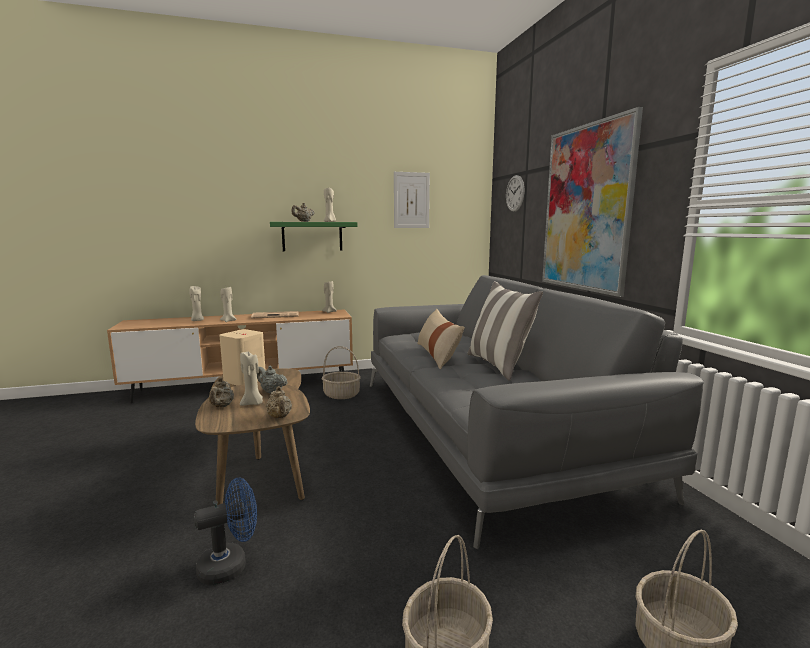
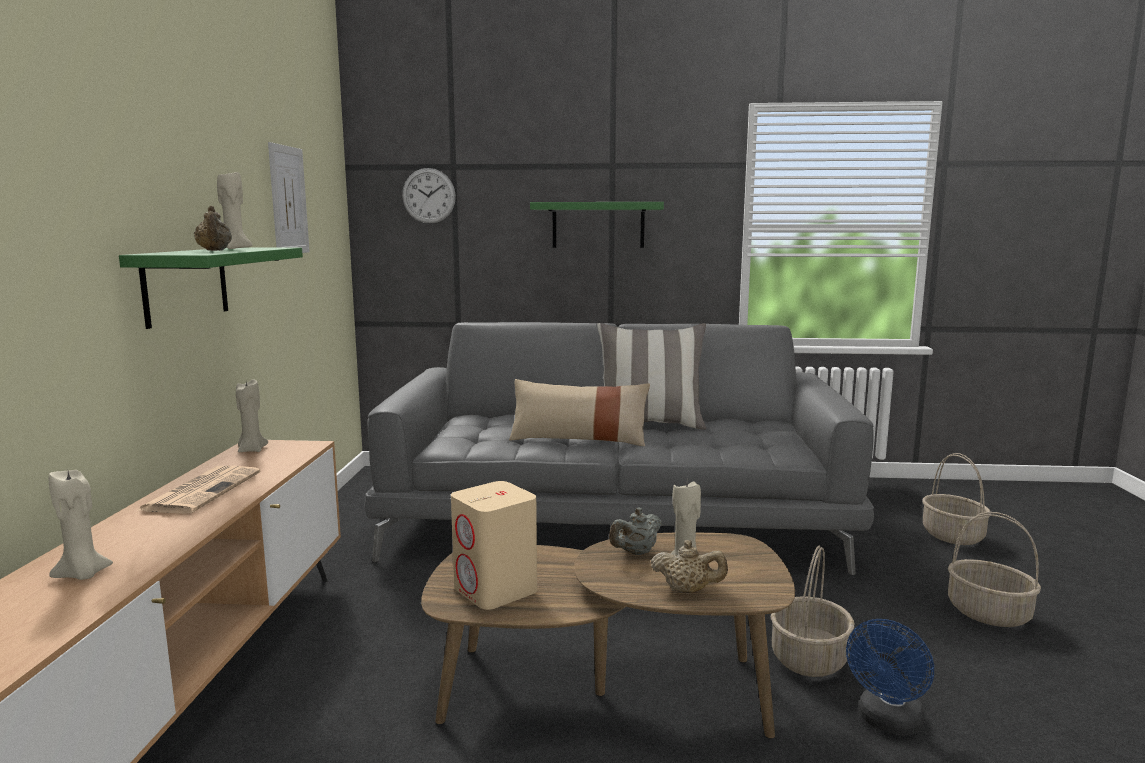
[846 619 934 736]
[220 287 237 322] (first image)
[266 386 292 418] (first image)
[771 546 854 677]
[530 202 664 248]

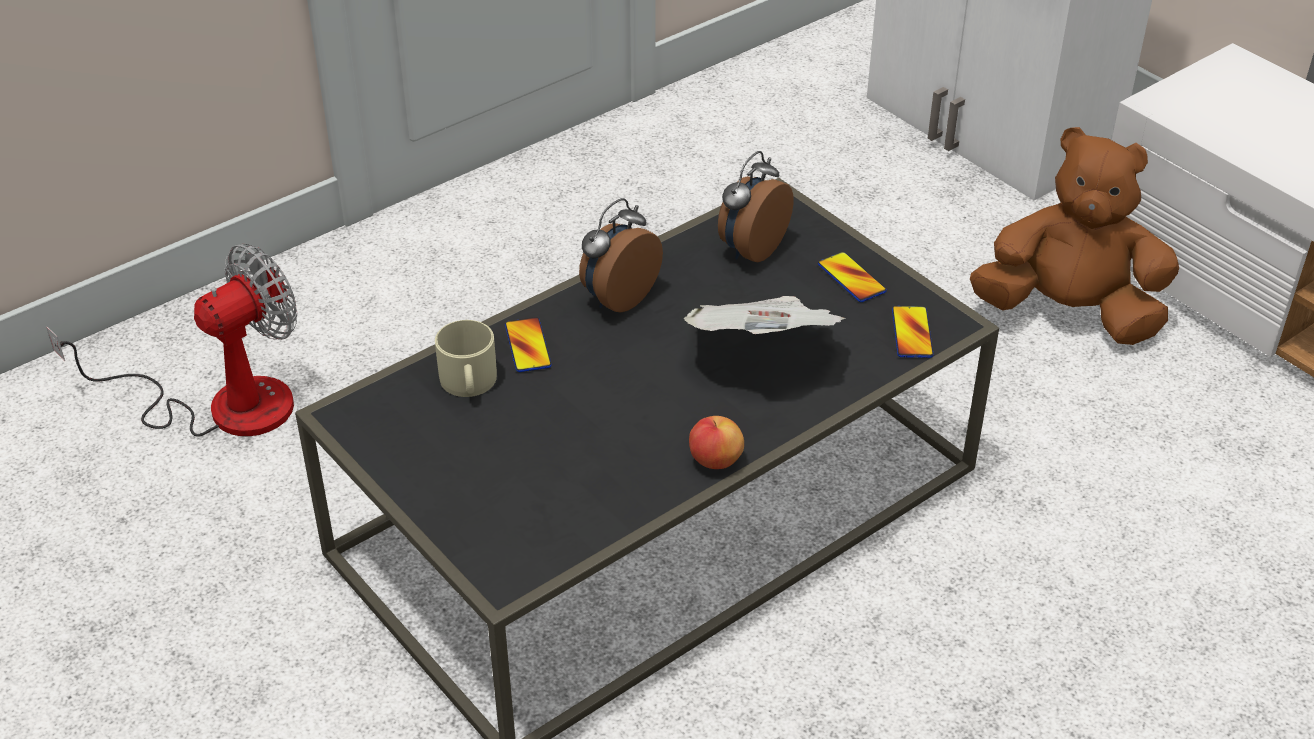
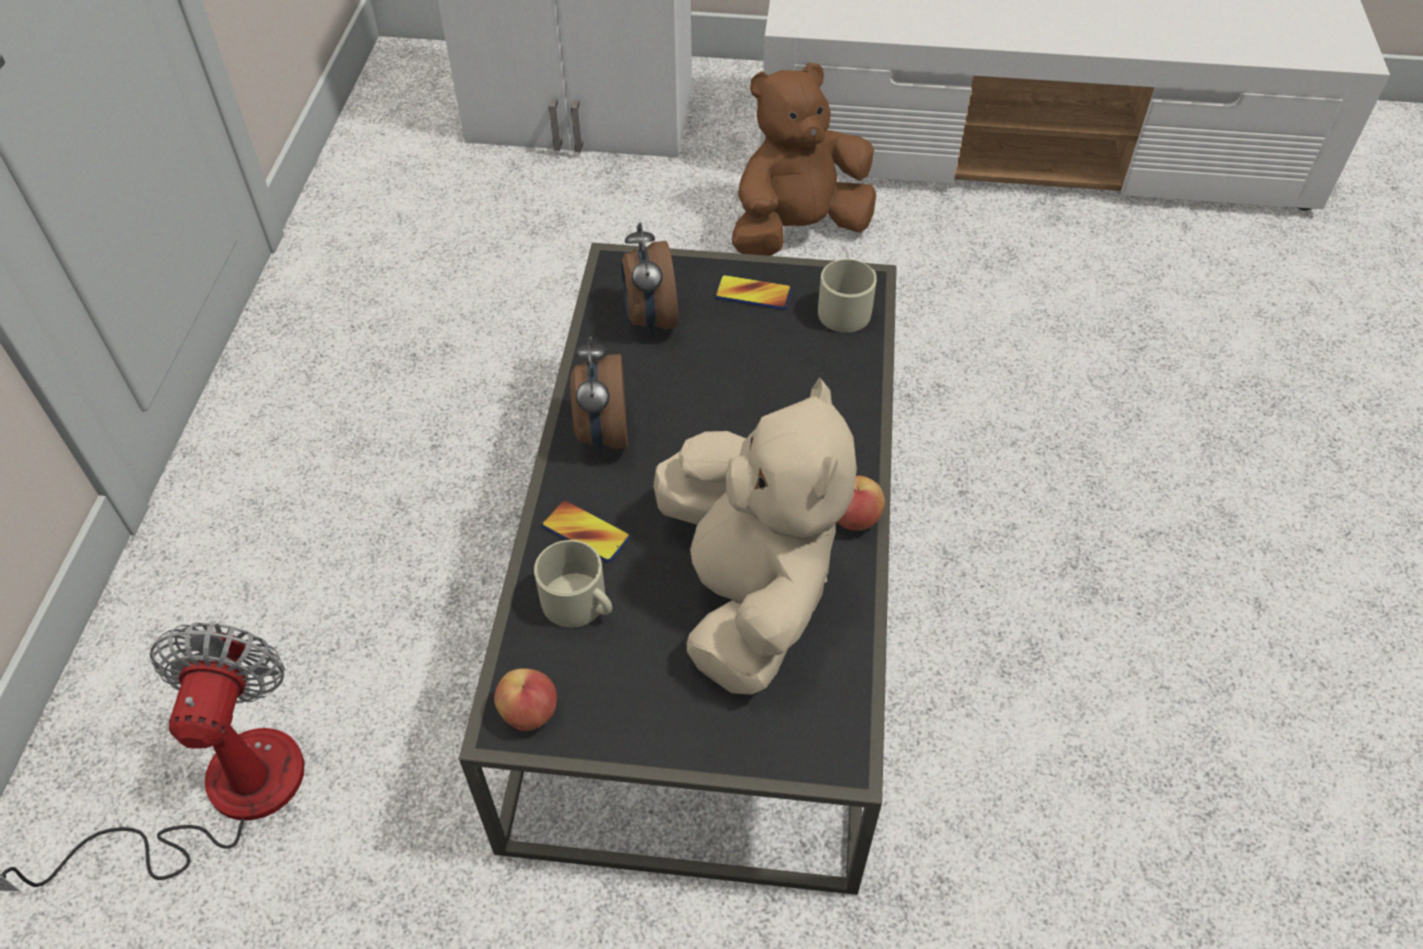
[684 296 846 334] (first image)
[818 259 877 333]
[494 668 557 731]
[654 377 857 695]

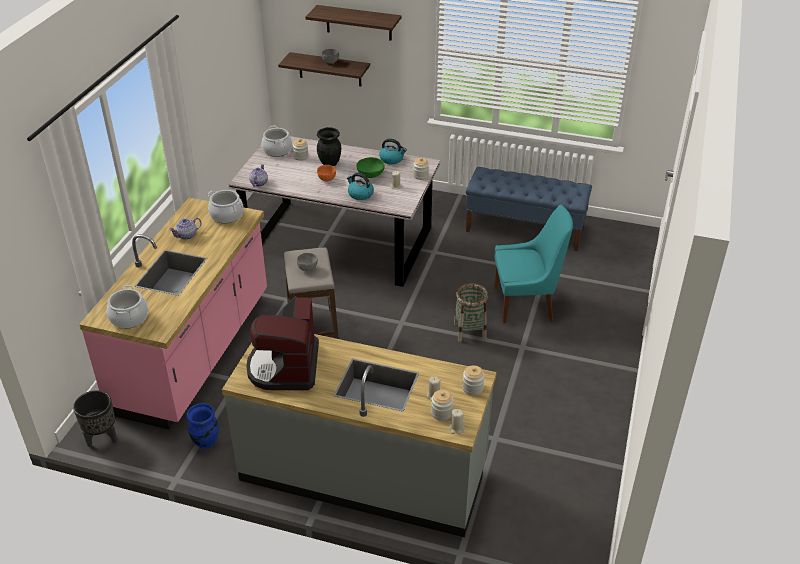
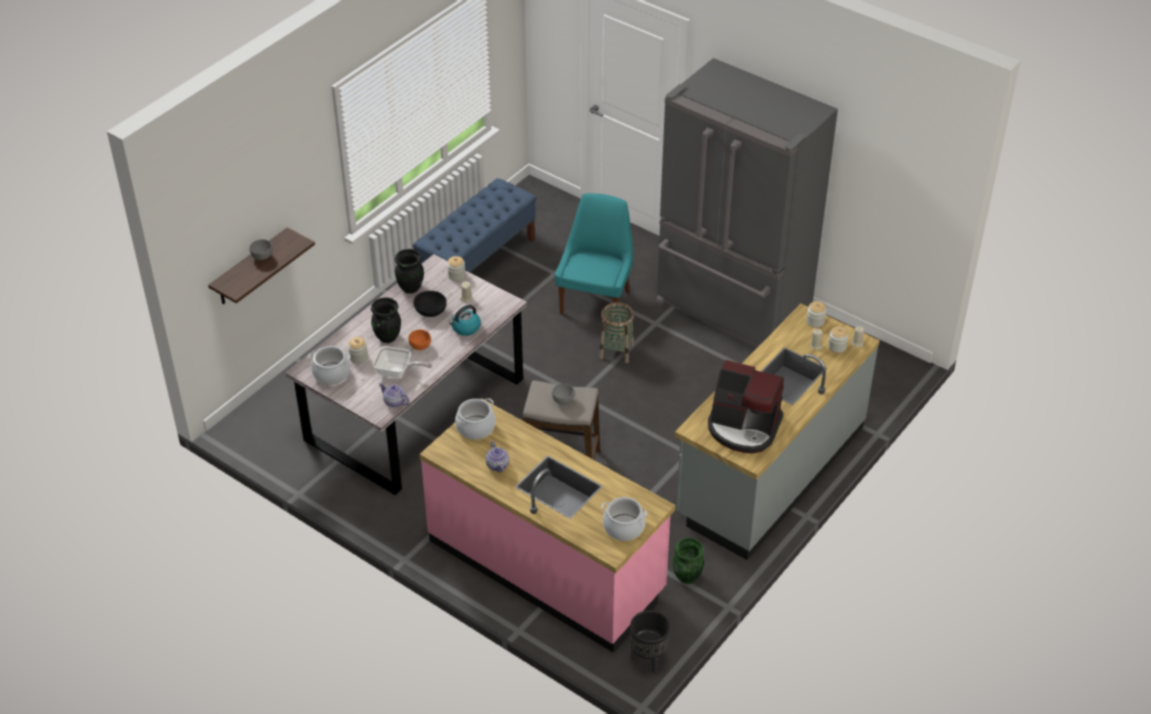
[673 538 704 584]
[305 5 402 41] (first image)
[413 291 447 317]
[395 249 424 294]
[373 346 432 378]
[656 58 838 348]

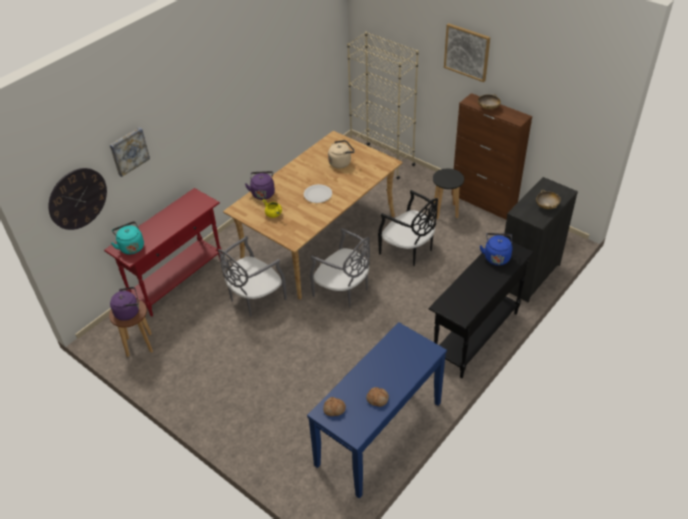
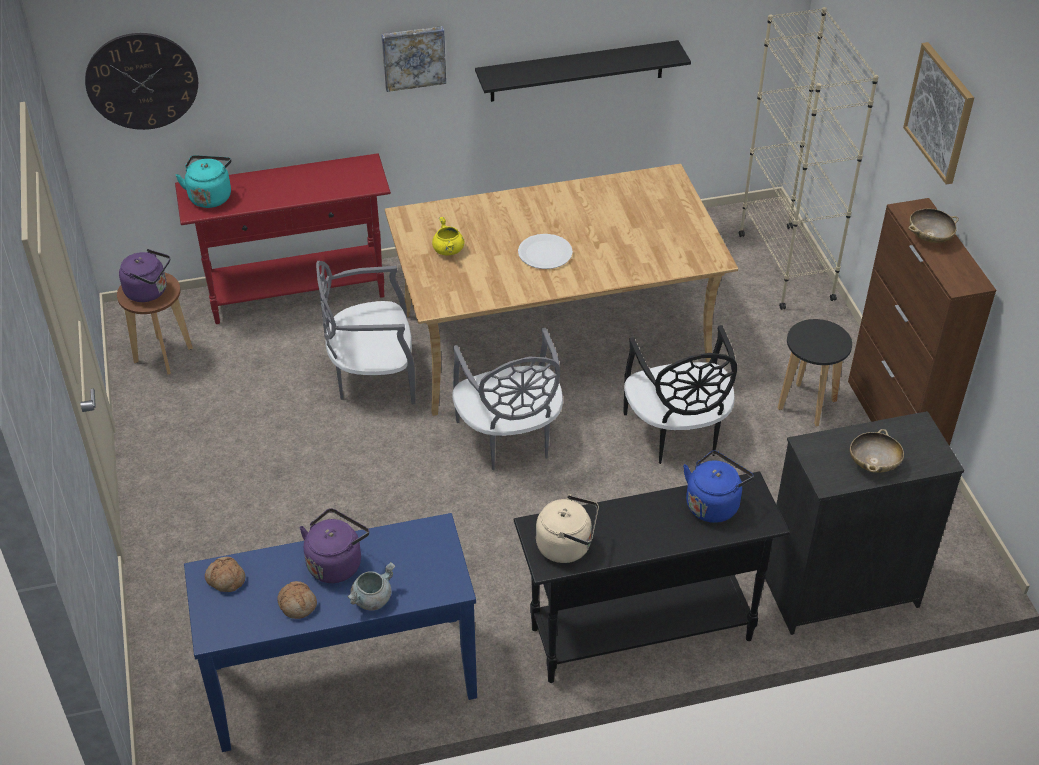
[381 26 446 92]
[299 508 369 583]
[536 494 599 563]
[347 562 395 610]
[475 40 691 102]

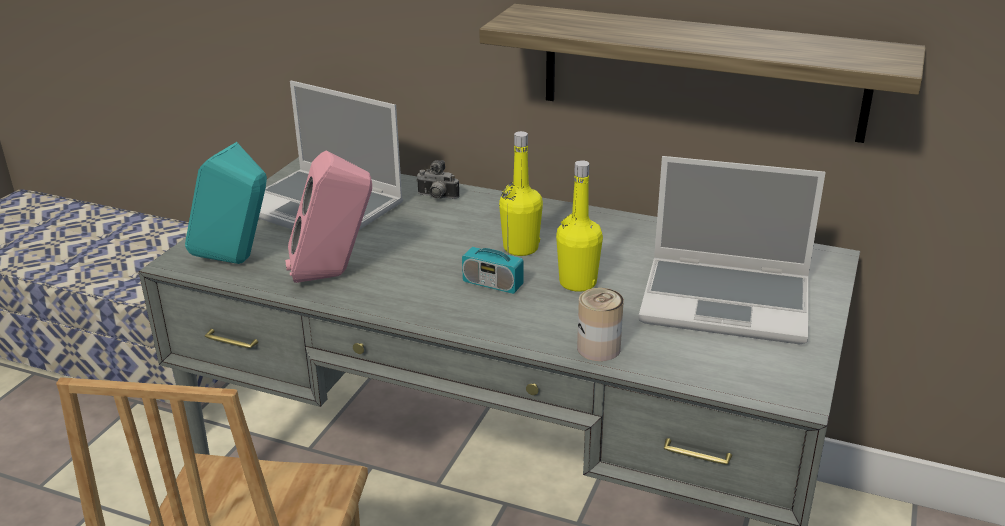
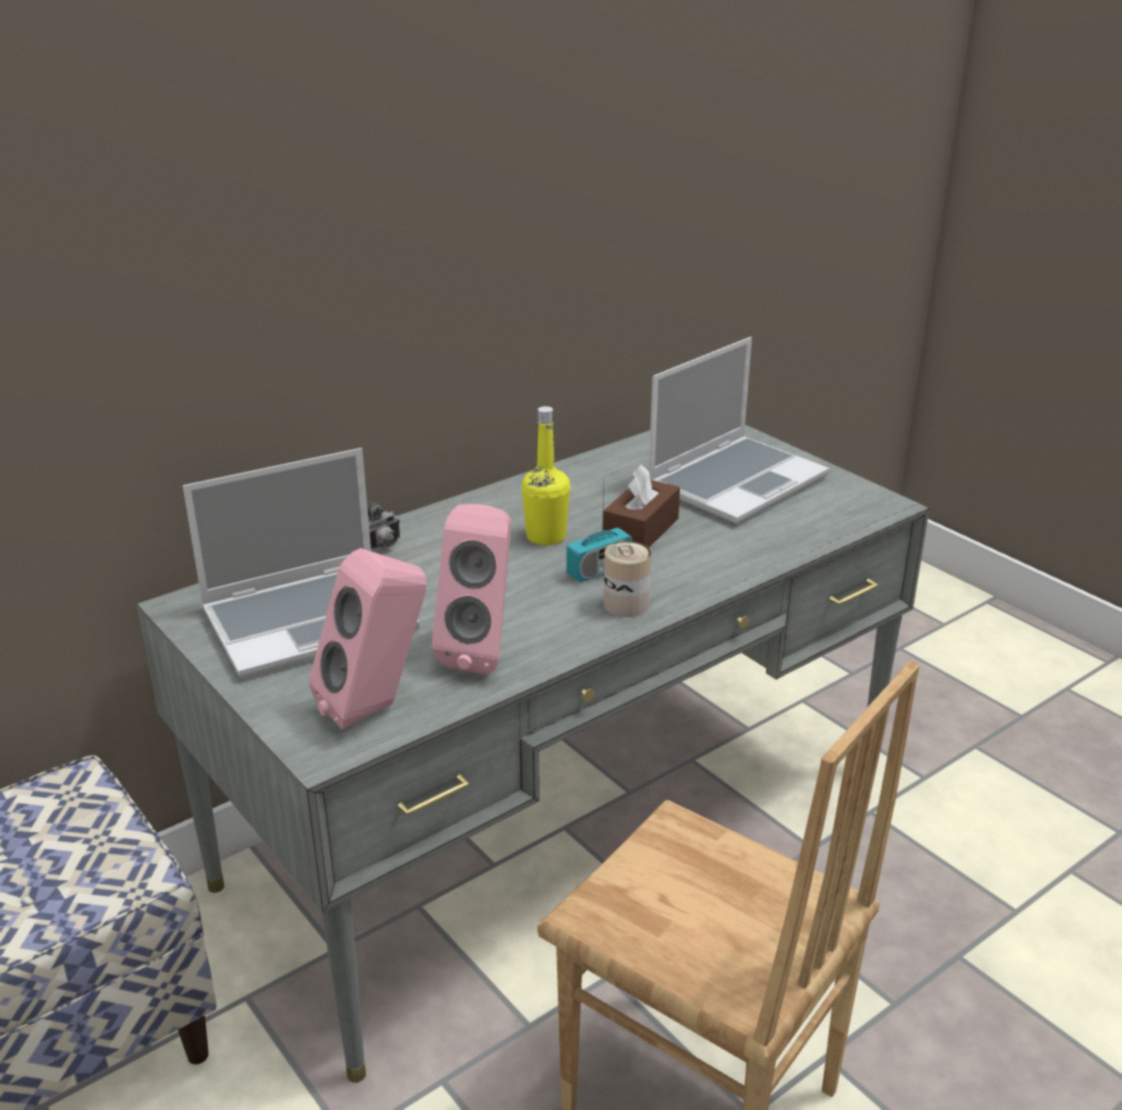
[309 548 427 729]
[479 4 926 143] (first image)
[603 465 680 548]
[604 541 651 617]

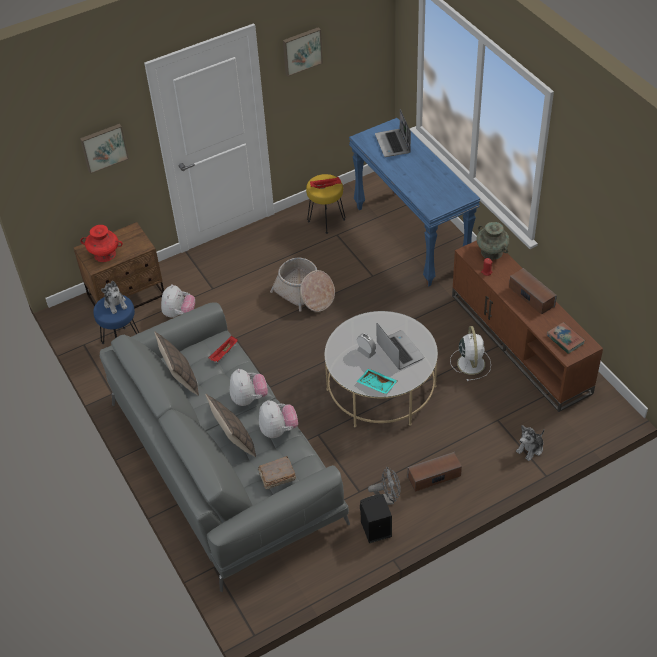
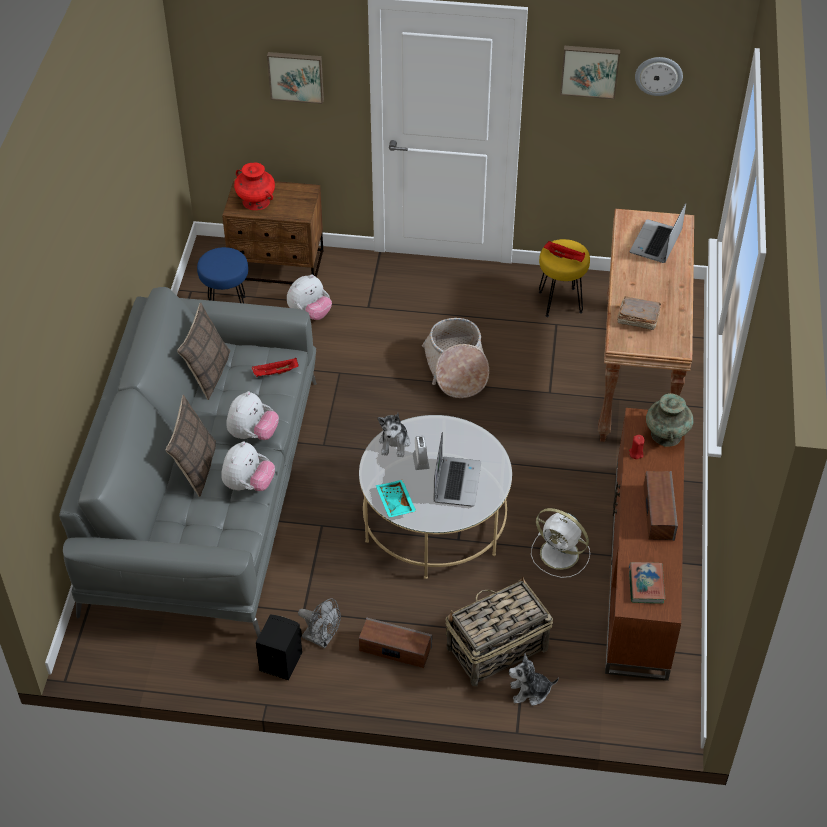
[378 413 410 457]
[617 296 661 330]
[598 209 694 442]
[531 508 590 578]
[445 577 553 686]
[635 57 683 96]

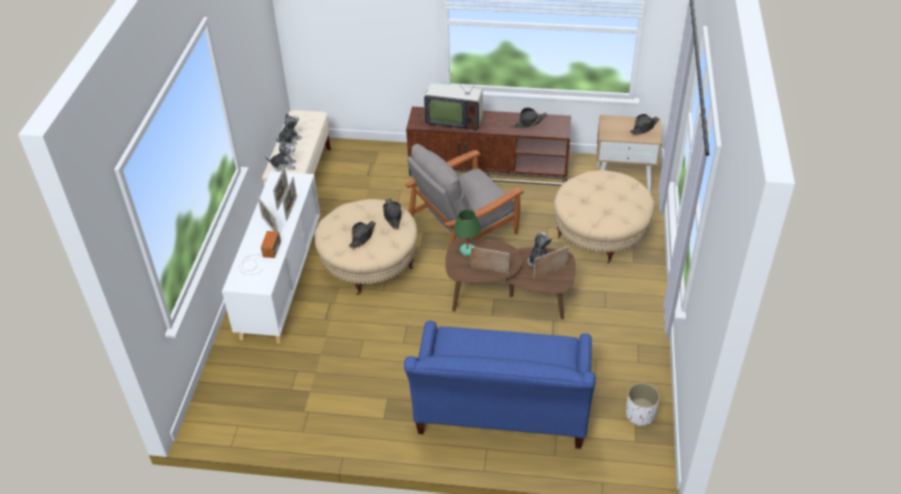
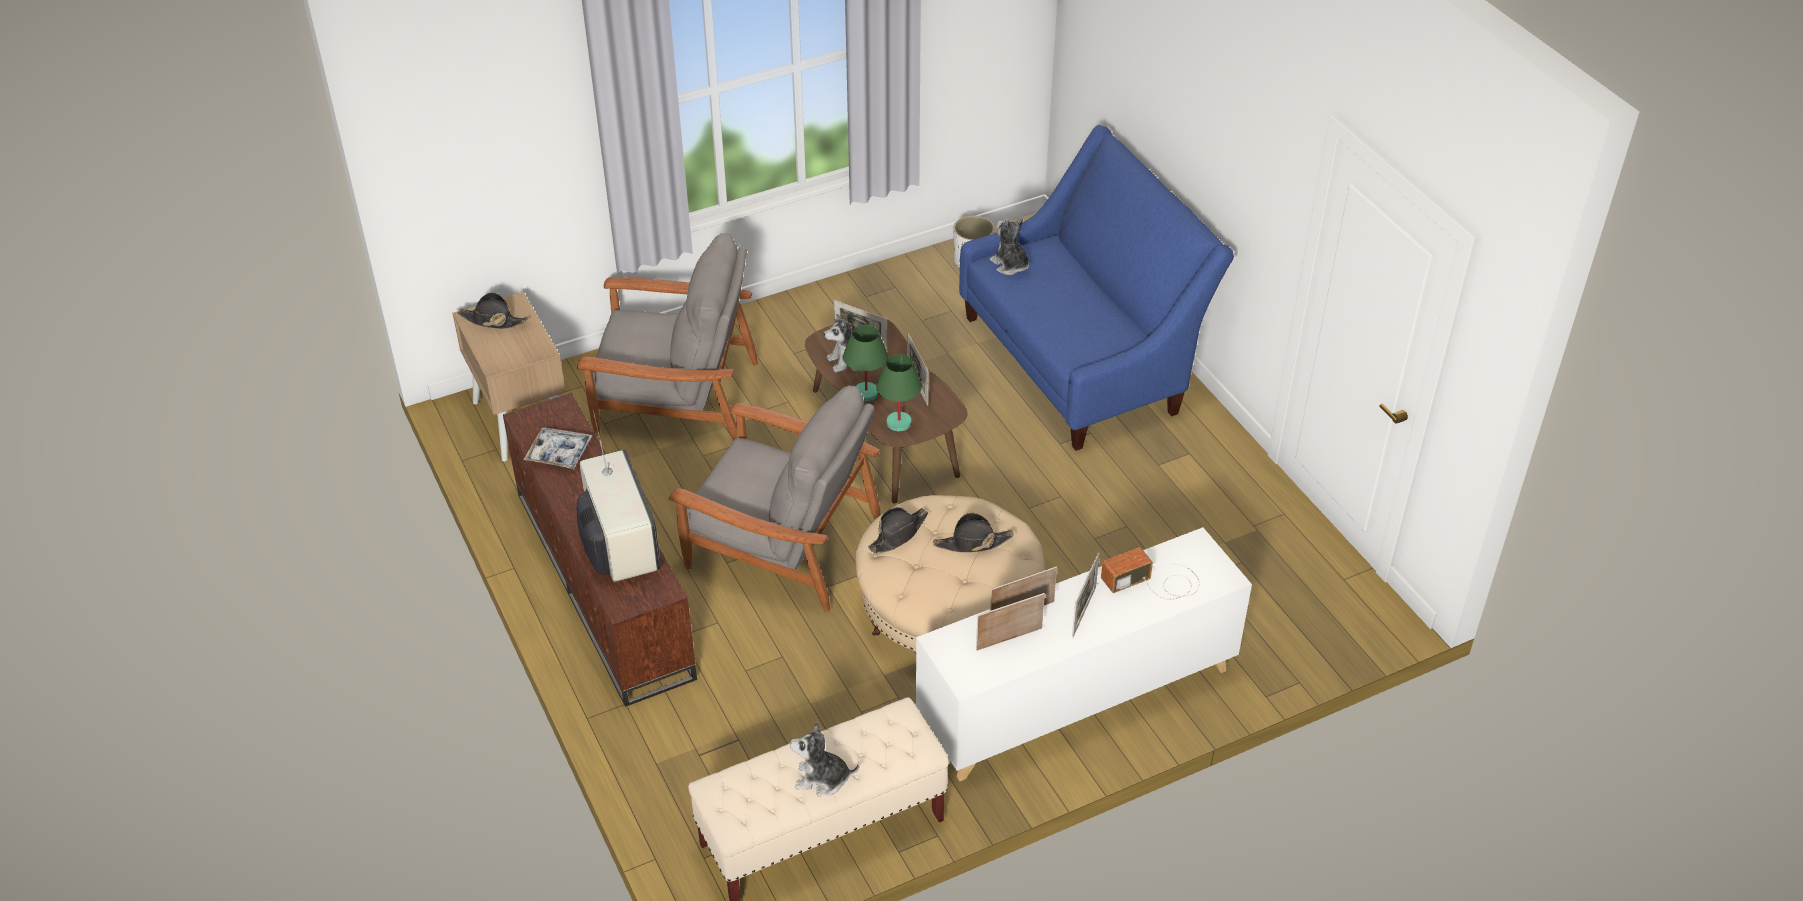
[990 218 1029 275]
[524 427 593 469]
[577 233 758 440]
[843 325 888 401]

